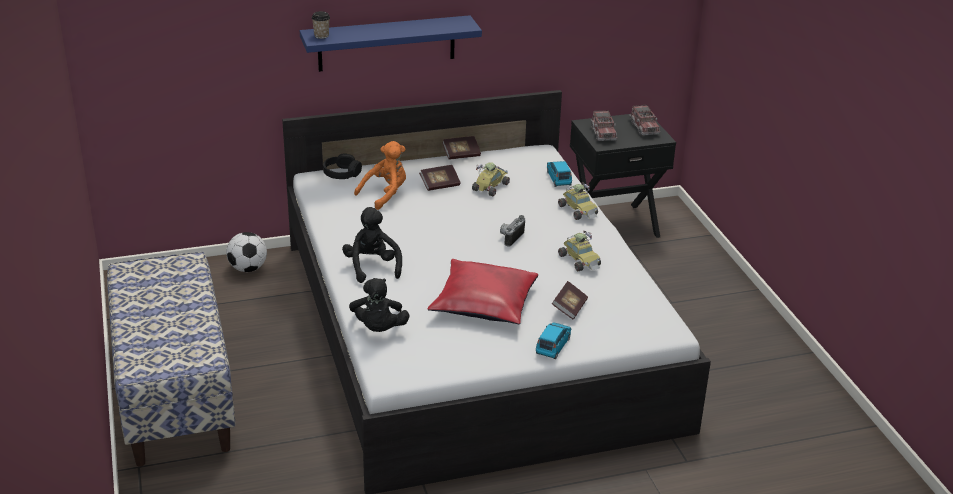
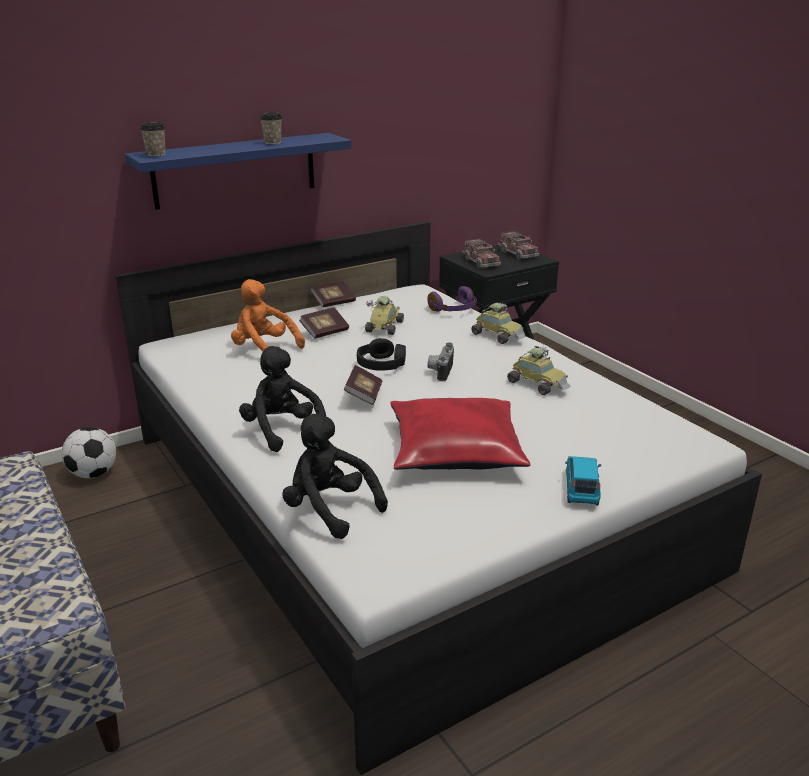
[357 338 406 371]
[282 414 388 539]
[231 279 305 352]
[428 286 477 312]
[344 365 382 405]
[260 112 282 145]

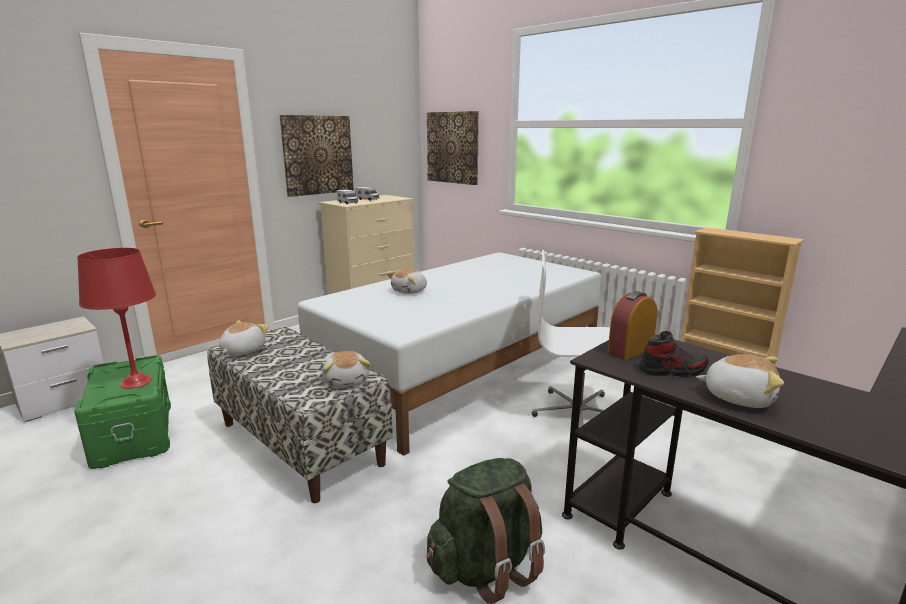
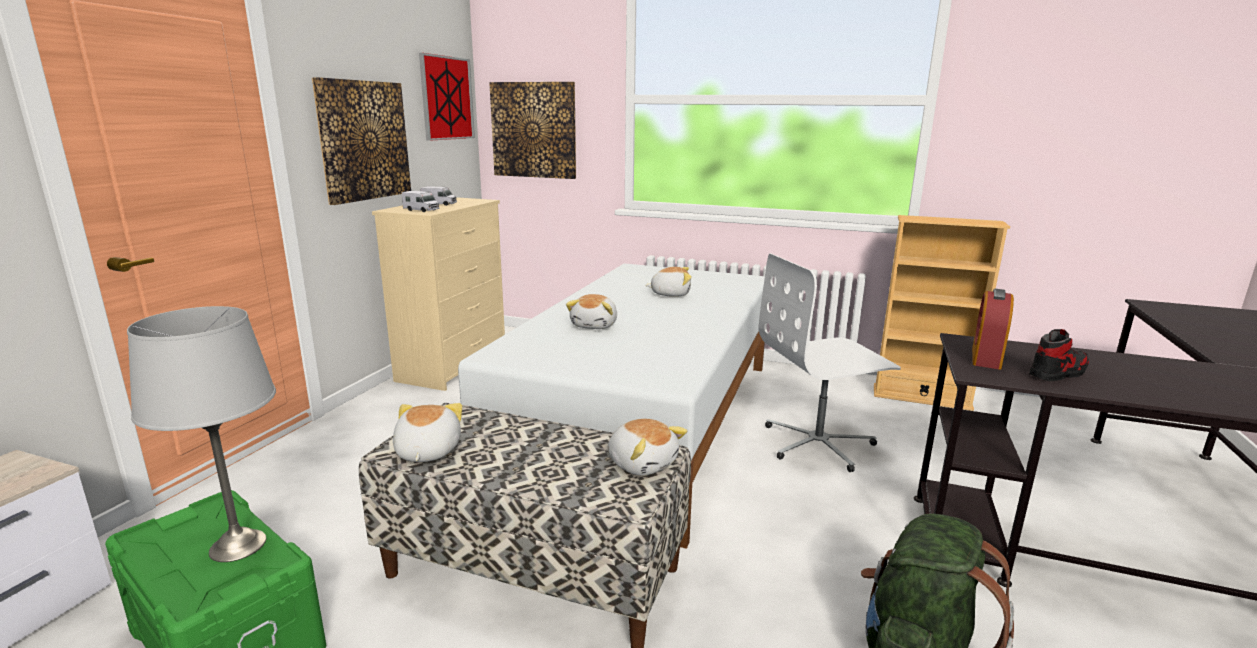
[127 306 276 562]
[645 267 692 297]
[419 53 475 141]

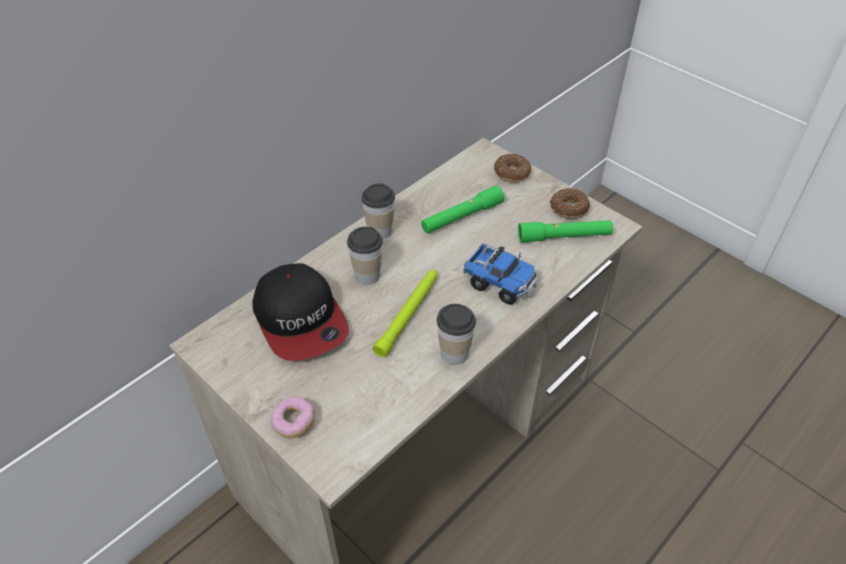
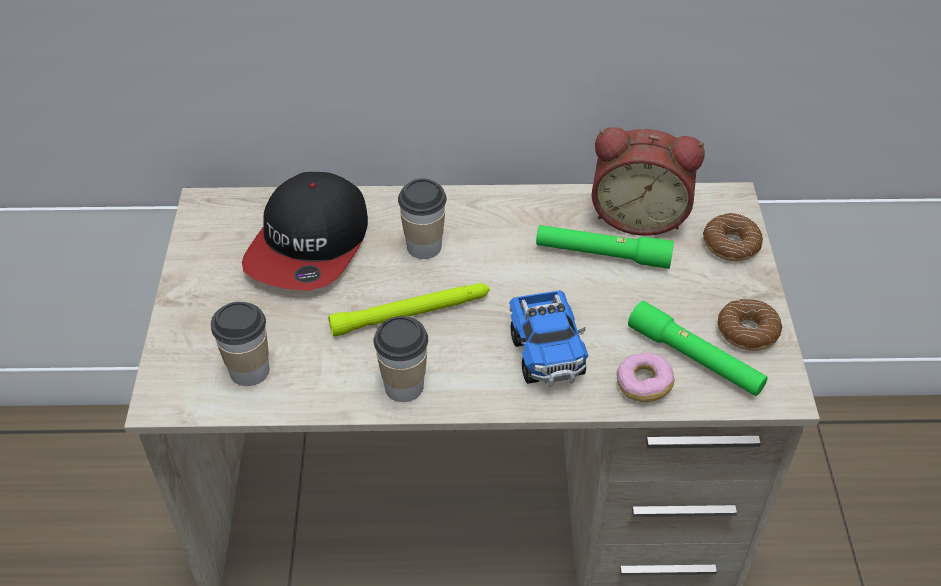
[617 352 675 402]
[211 302 269 386]
[592 127 705 236]

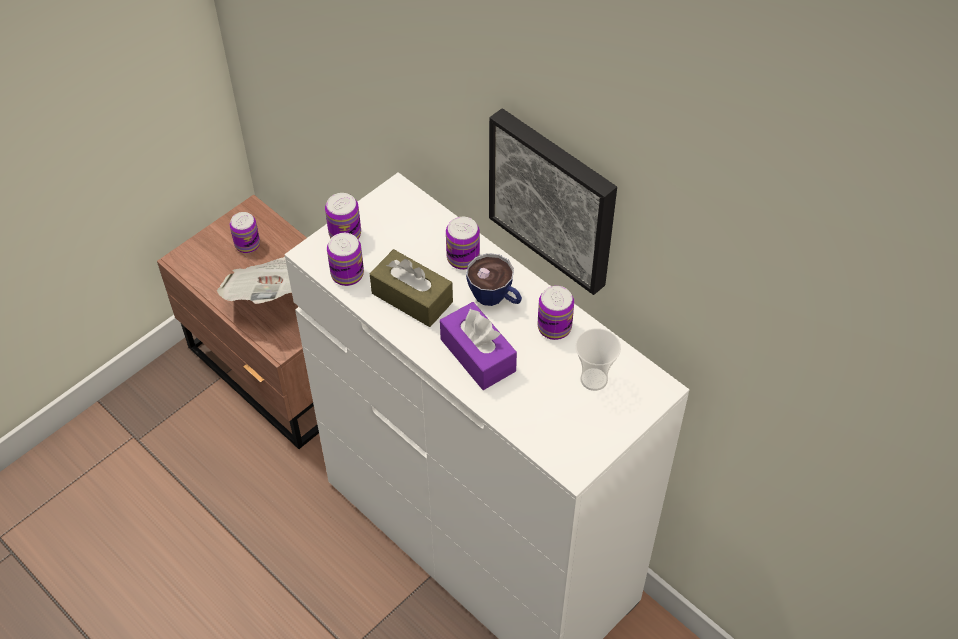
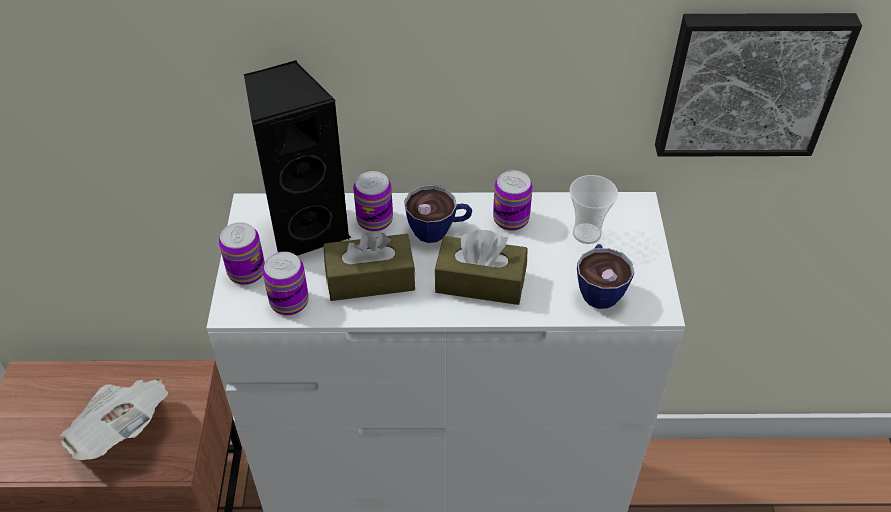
[230 212 260 253] (first image)
[435 230 528 305]
[655 13 862 157]
[244 60 351 256]
[577 244 634 309]

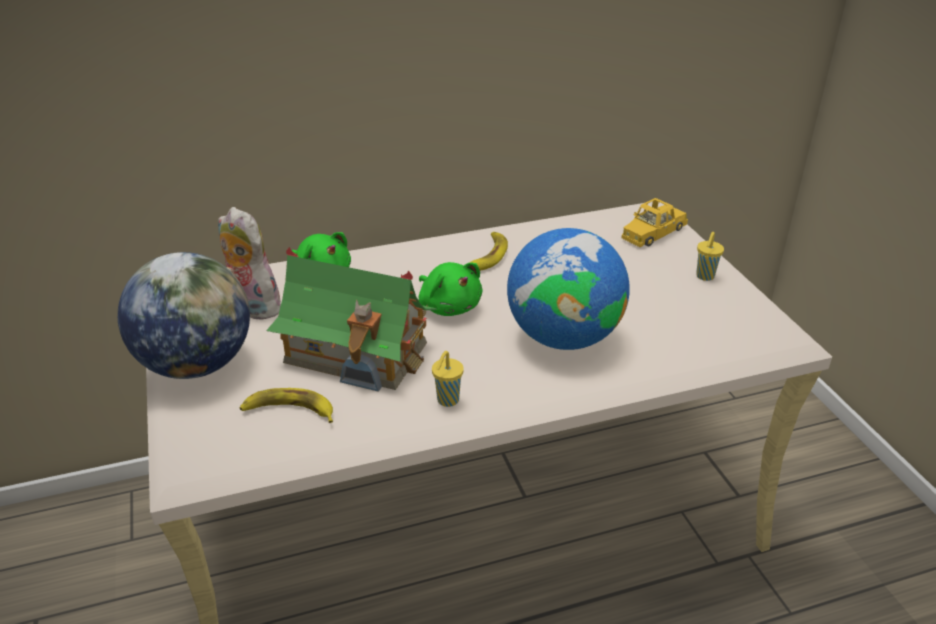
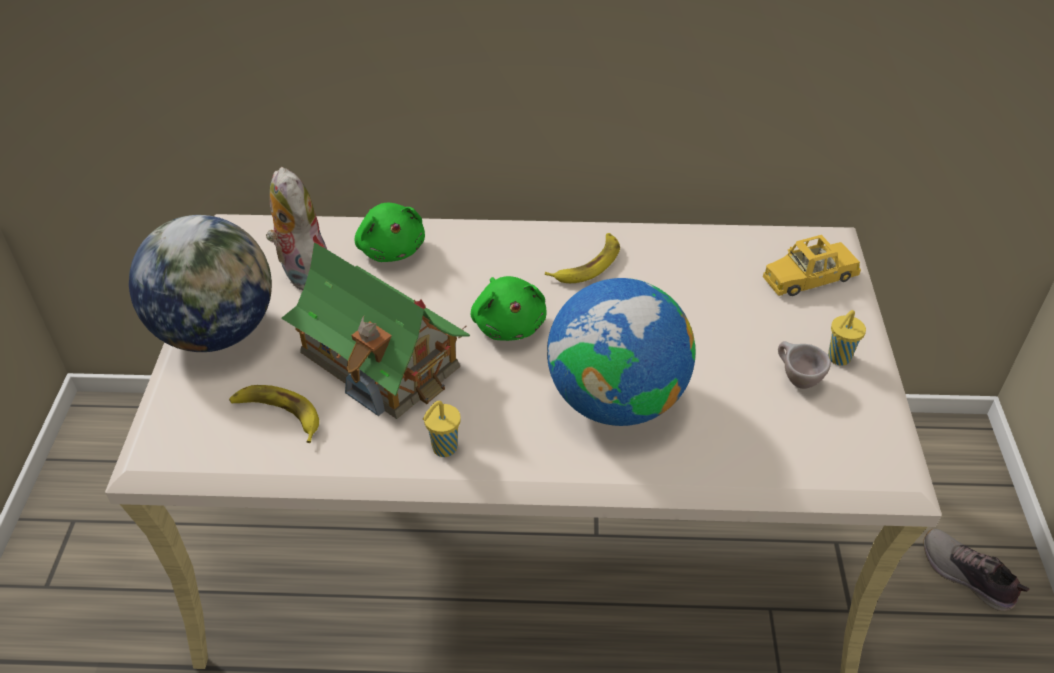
[778 341 831 389]
[923 529 1029 611]

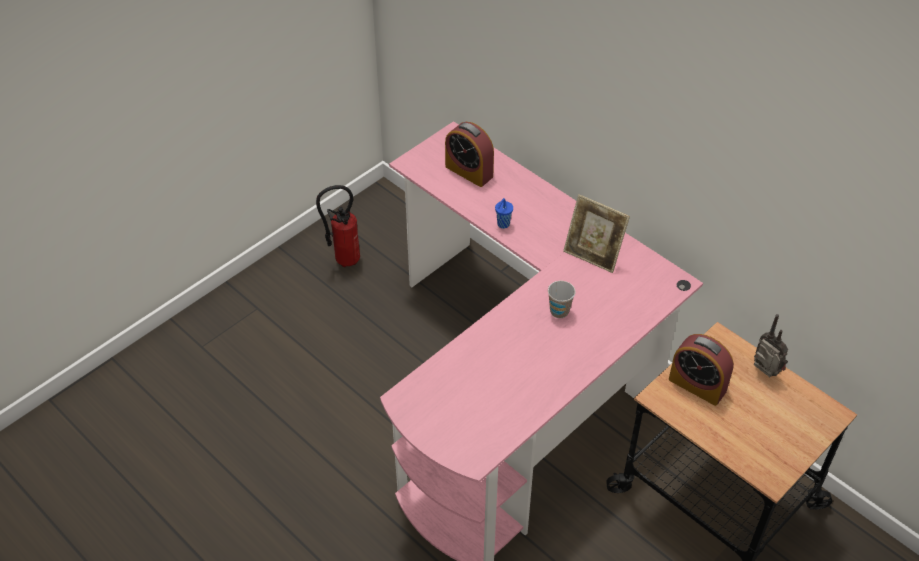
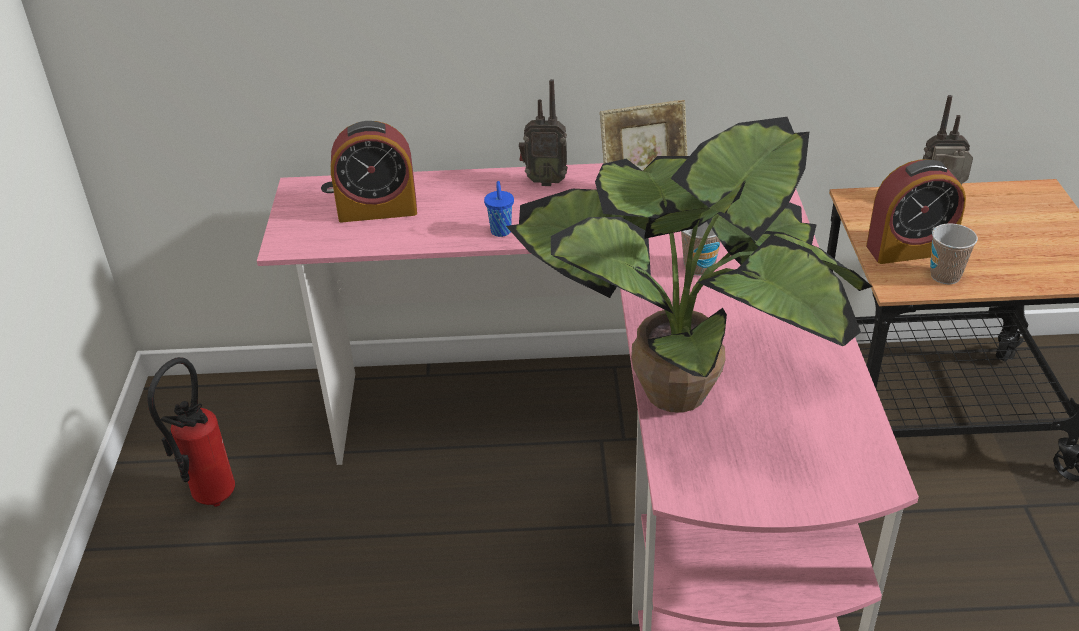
[506 117 873 413]
[519 79 568 186]
[930 223 978 284]

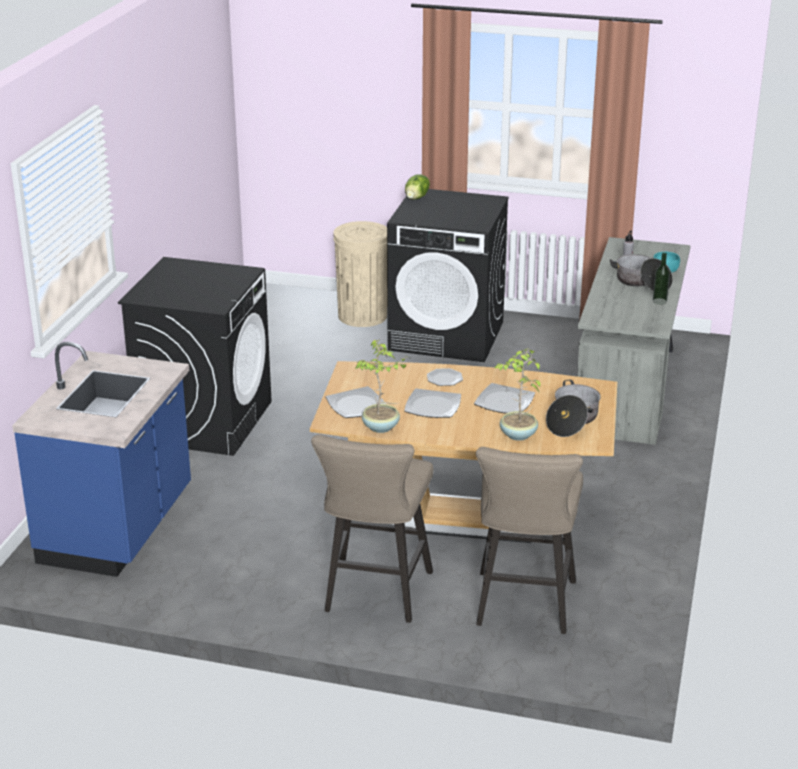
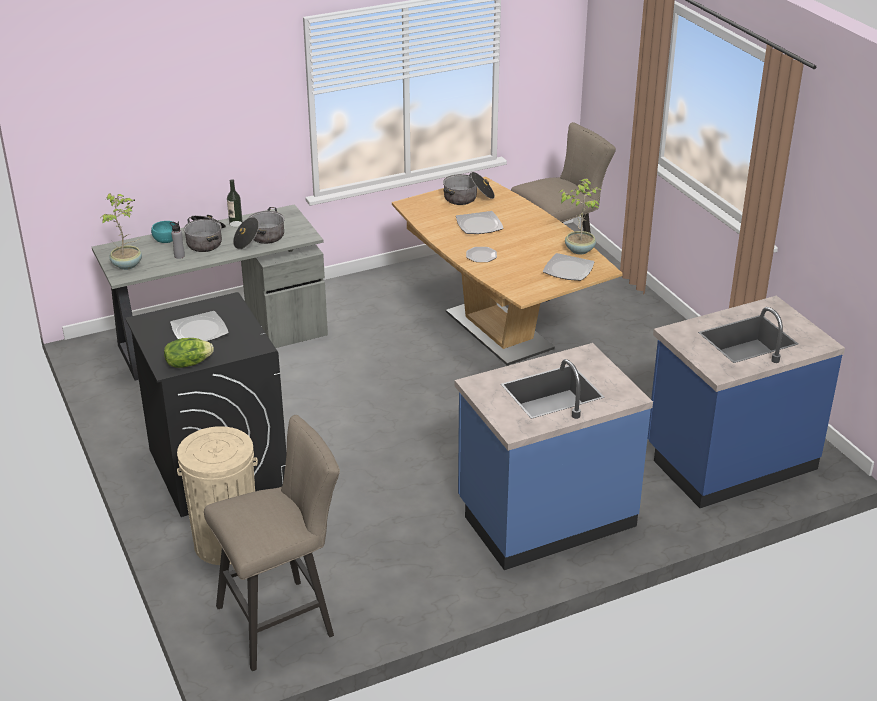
[455 343 653 570]
[204 415 340 671]
[170 311 229 341]
[102 193 142 270]
[233 207 285 249]

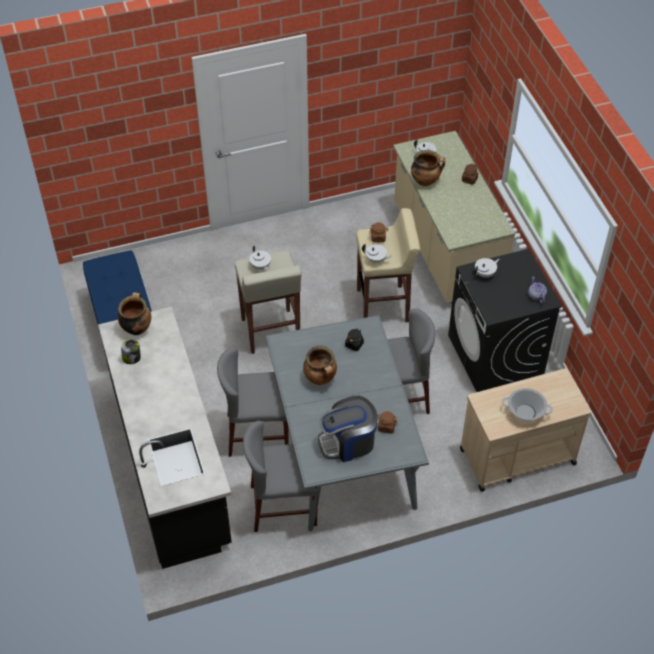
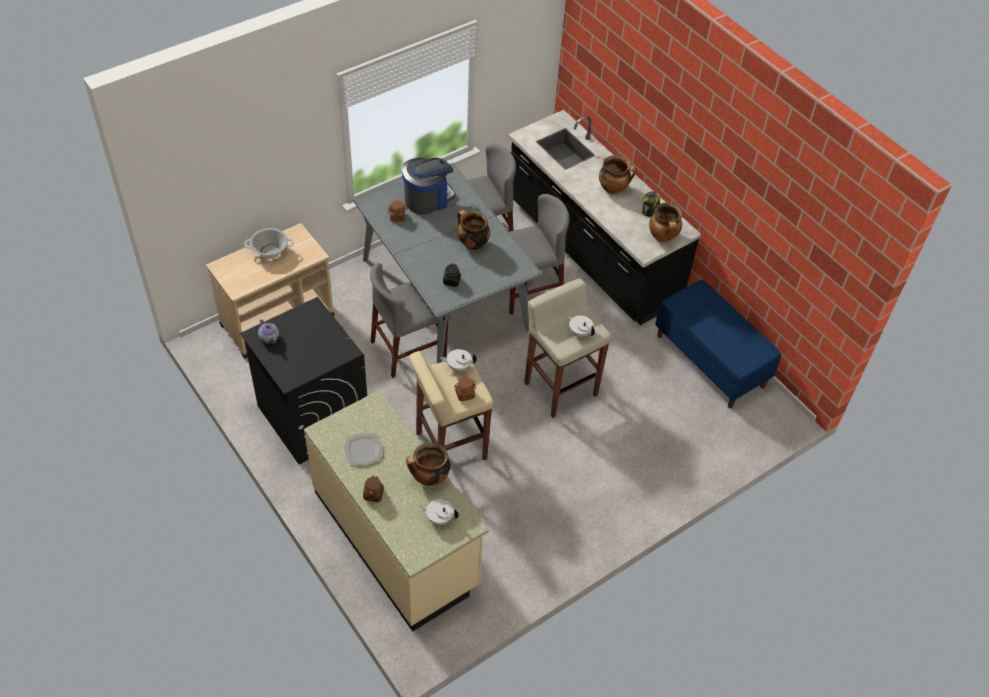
[474 258 499 278] (first image)
[344 433 383 465]
[599 155 636 195]

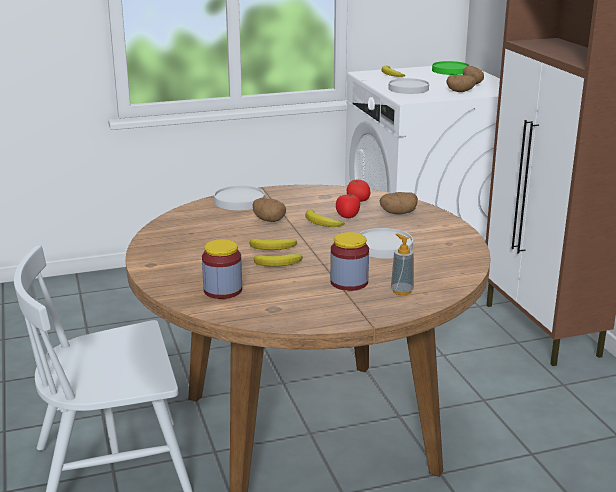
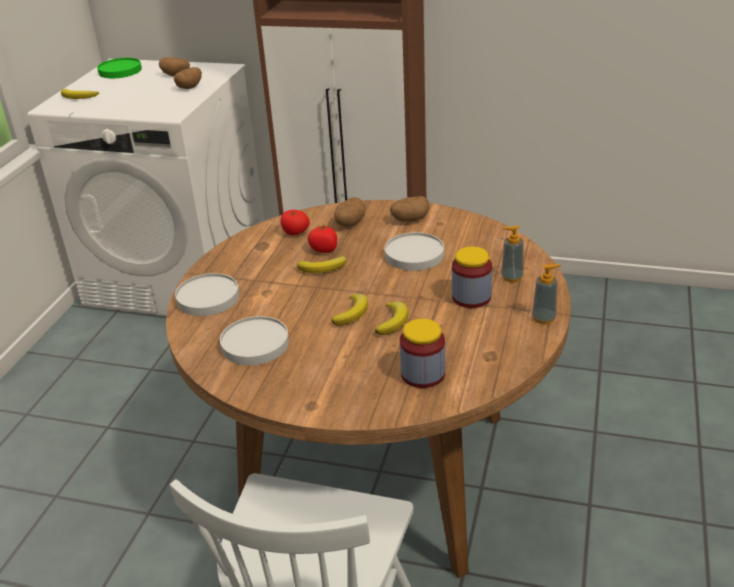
[390 196 429 222]
[220 316 289 365]
[532 264 561 324]

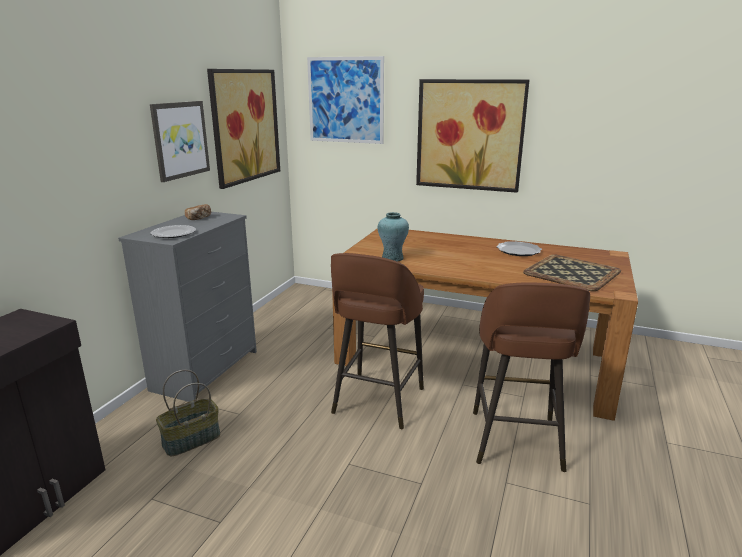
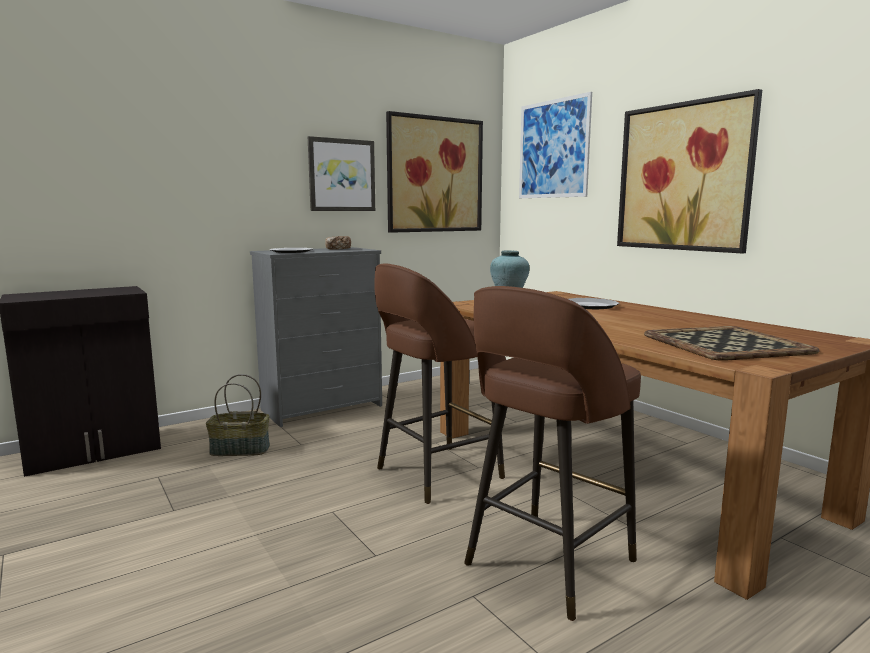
[568 298 620 309]

